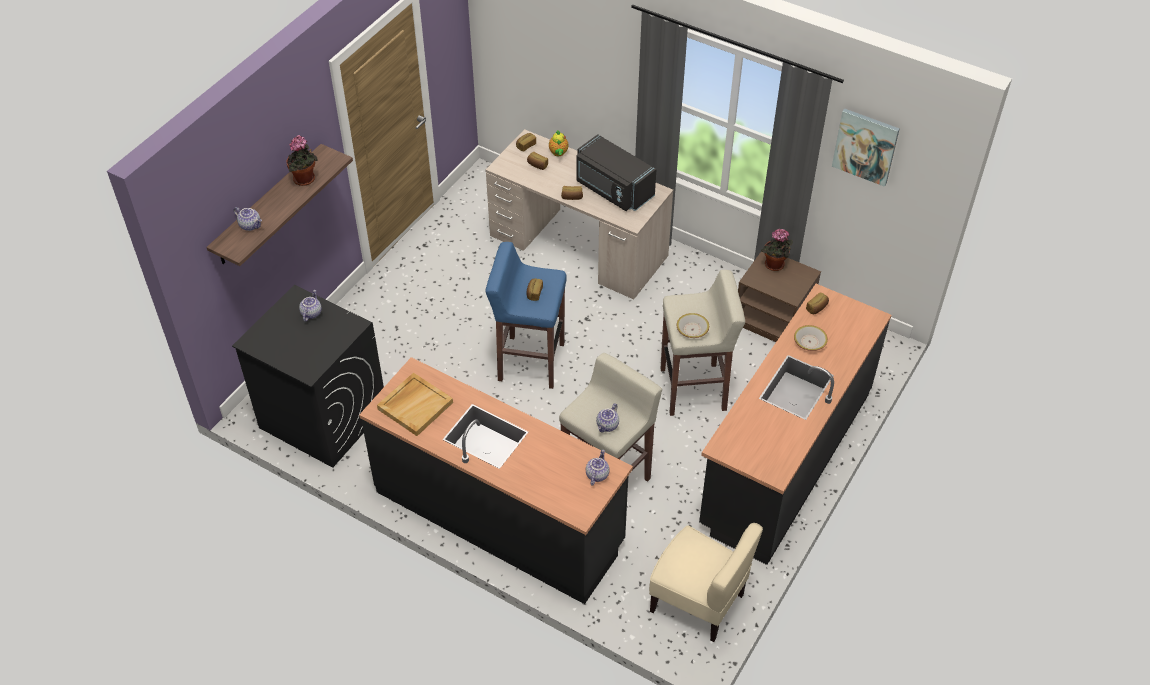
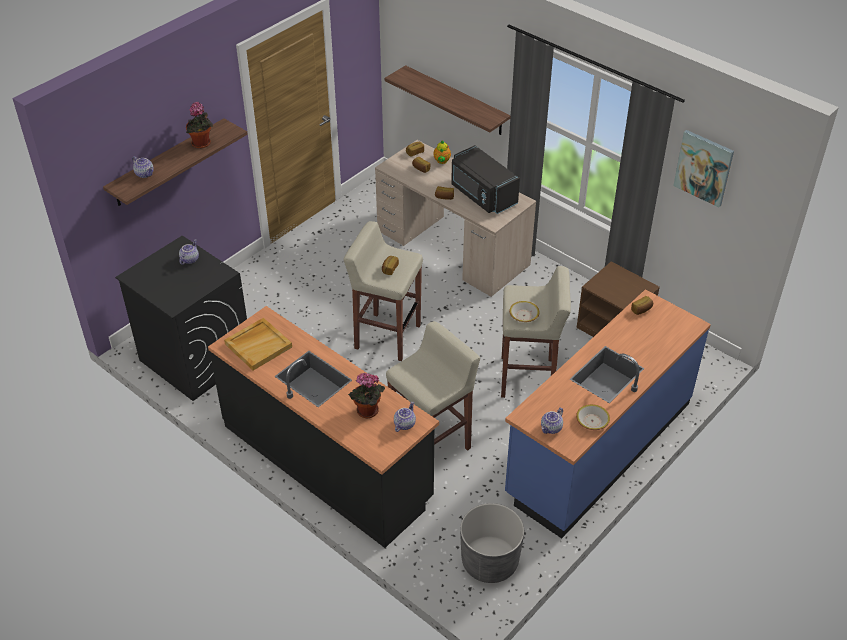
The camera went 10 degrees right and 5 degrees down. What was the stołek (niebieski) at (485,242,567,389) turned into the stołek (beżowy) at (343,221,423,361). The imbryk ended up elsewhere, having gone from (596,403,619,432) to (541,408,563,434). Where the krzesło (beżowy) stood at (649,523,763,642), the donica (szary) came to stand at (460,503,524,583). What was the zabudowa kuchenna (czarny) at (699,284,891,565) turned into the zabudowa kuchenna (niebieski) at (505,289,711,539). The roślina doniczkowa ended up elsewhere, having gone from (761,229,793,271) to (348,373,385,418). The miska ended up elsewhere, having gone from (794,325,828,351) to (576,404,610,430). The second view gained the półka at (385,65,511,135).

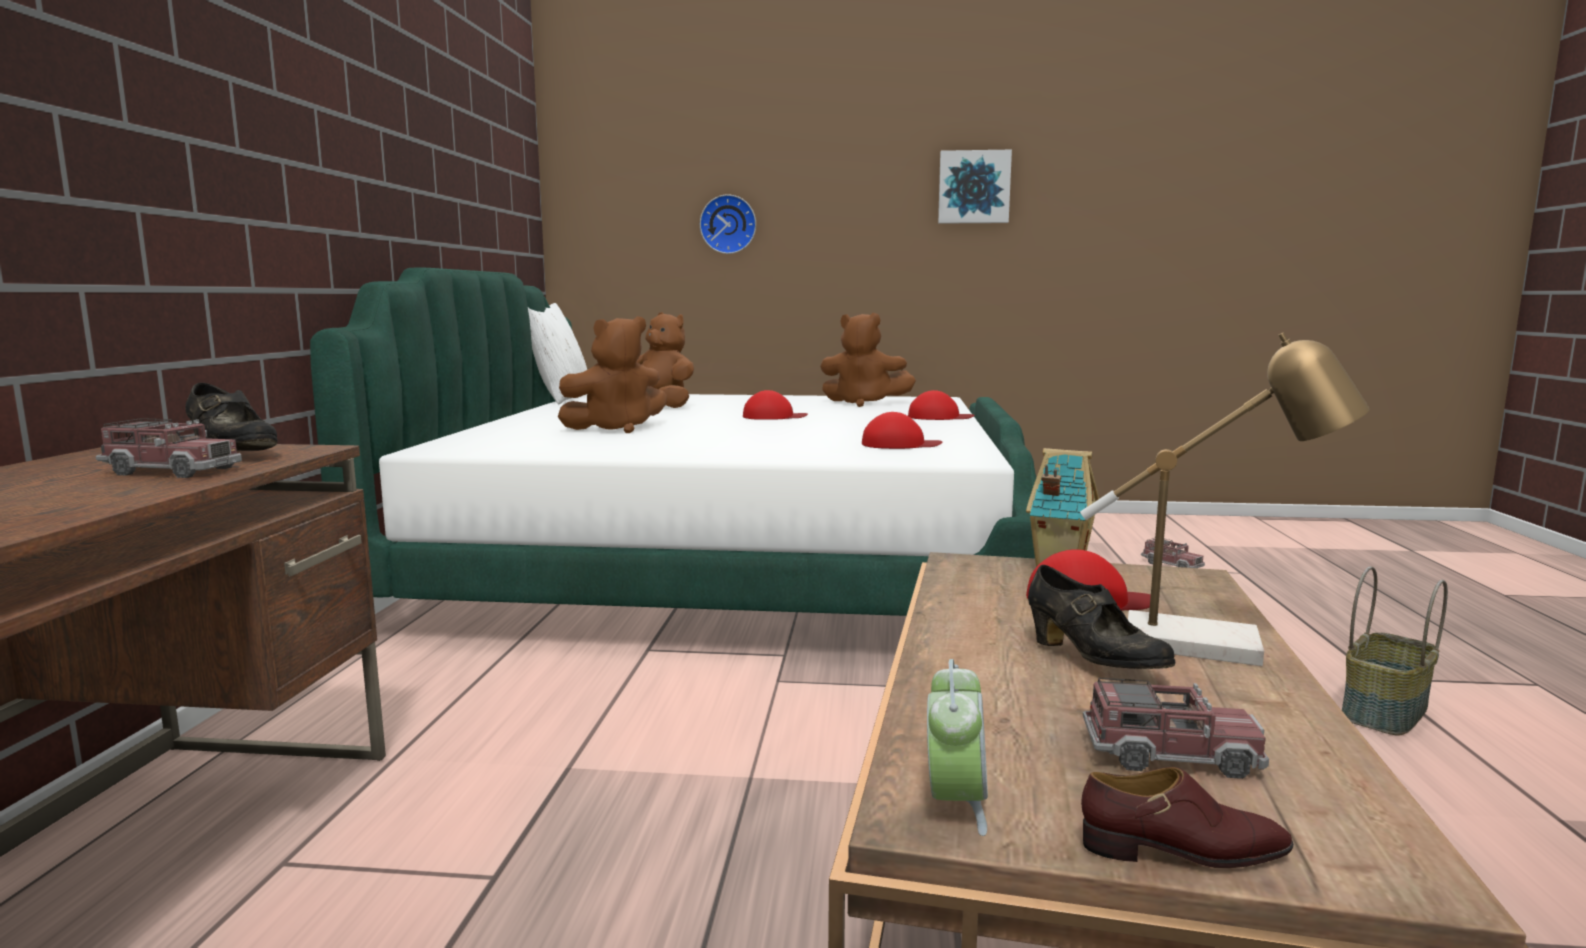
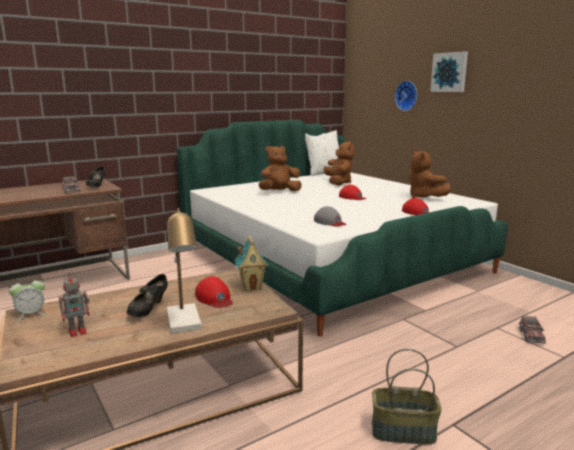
The camera went 50 degrees right and 5 degrees up. The pluszak (brązowy) at (558,316,667,433) ended up facing another way, 135 degrees clockwise from before. What was the czapka z daszkiem (czerwony) at (862,412,942,449) turned into the czapka z daszkiem (szary) at (314,206,346,227). The obraz ended up elsewhere, having gone from (938,150,1012,224) to (430,51,468,92). The second view lost the but (brązowy) at (1081,767,1294,869). Where the ciężarówka zabawkowa stood at (1083,678,1269,779), the robot zabawkowy came to stand at (59,273,90,337).

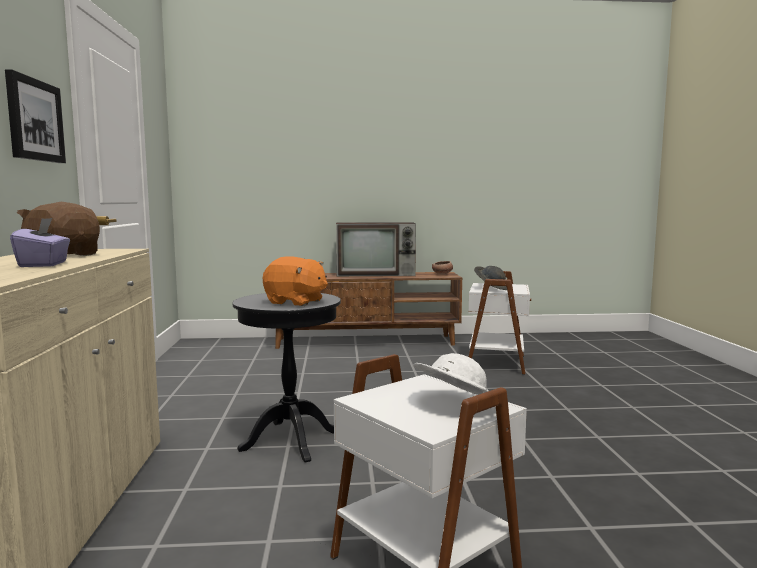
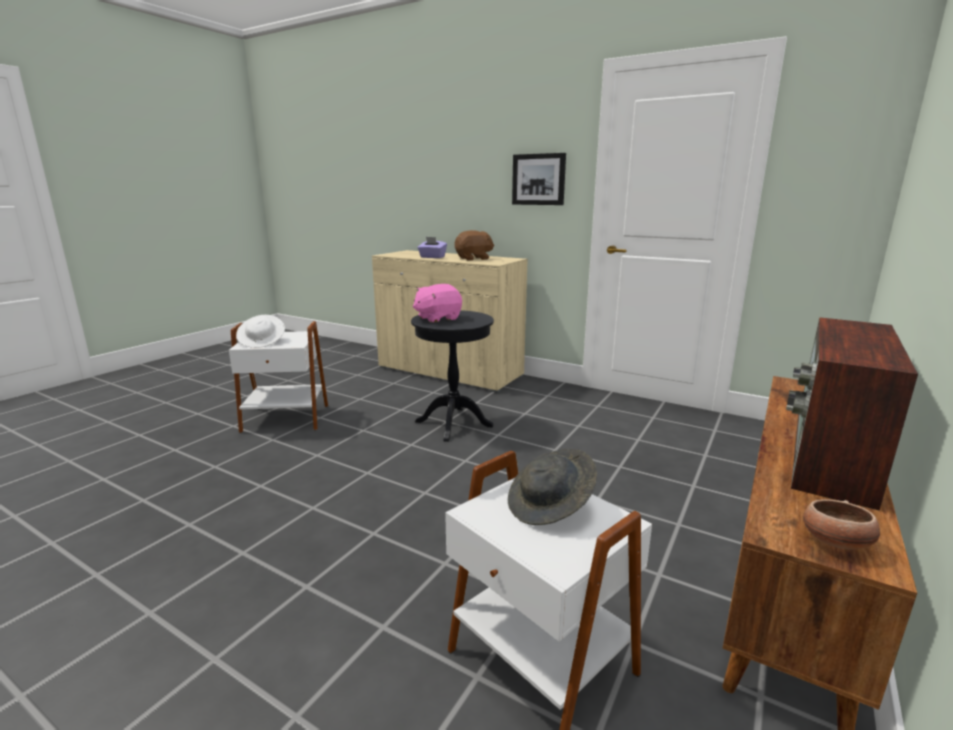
The camera went 125 degrees right and 10 degrees up. What was the pluszak (pomarańczowy) at (263,256,328,306) turned into the pluszak (różowy) at (413,284,462,323).

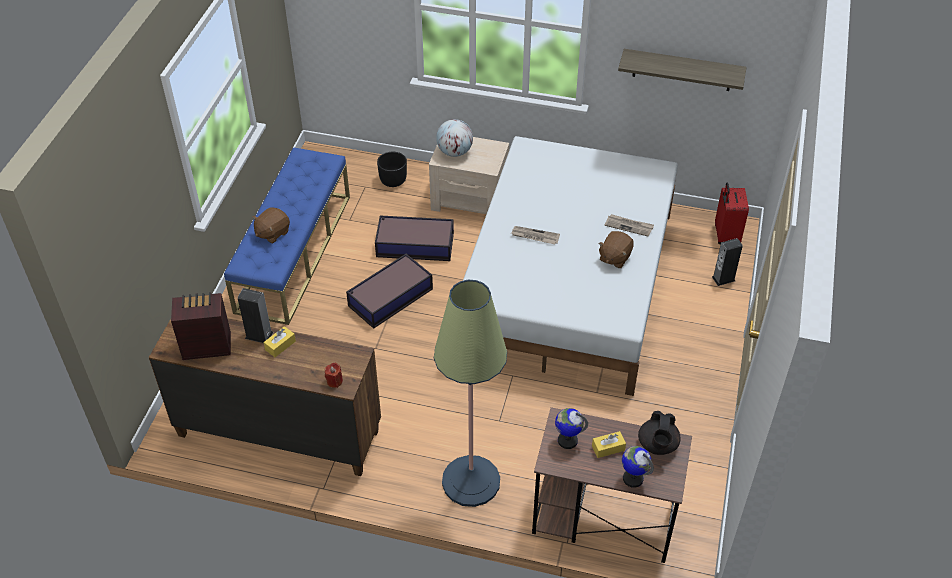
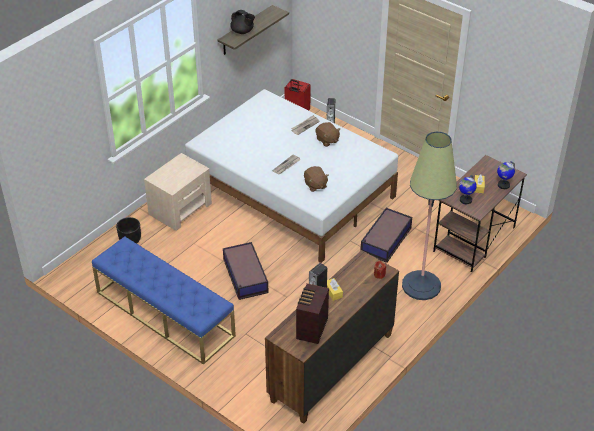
The camera went 65 degrees left and 5 degrees down. The pluszak (brązowy) ended up elsewhere, having gone from (252,207,290,243) to (304,166,329,192). The pojemnik do przechowywania ended up elsewhere, having gone from (375,215,454,261) to (360,208,412,263). The second view lost the globus at (436,119,473,157). The imbryk (czarny) ended up elsewhere, having gone from (638,411,680,455) to (230,10,255,34).

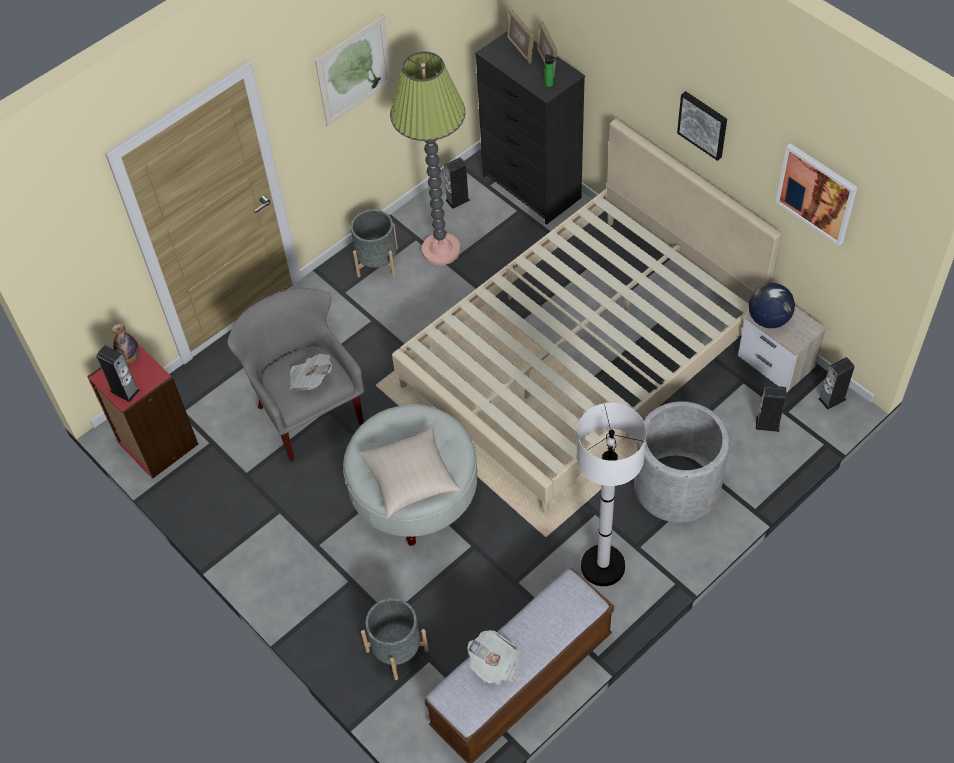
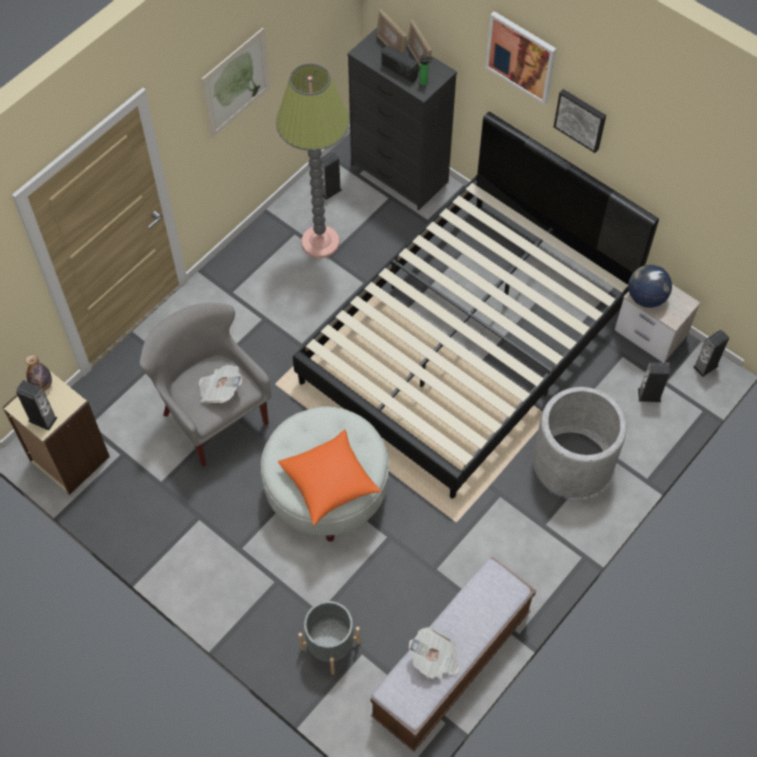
The camera went 10 degrees left and 5 degrees up. What was the regał (czerwony) at (87,343,198,479) turned into the regał (beżowy) at (2,370,110,495). The second view lost the donica (szary) at (351,209,398,278). What was the poduszka (beżowy) at (359,426,462,519) turned into the poduszka (pomarańczowy) at (278,429,381,525). What was the łóżko (beżowy) at (392,119,782,513) turned into the łóżko (czarny) at (293,112,659,498). The second view lost the lampa stojąca (biały) at (576,403,646,586). The obraz ended up elsewhere, having gone from (775,143,857,246) to (485,11,556,105). The second view gained the radio at (382,45,418,83).

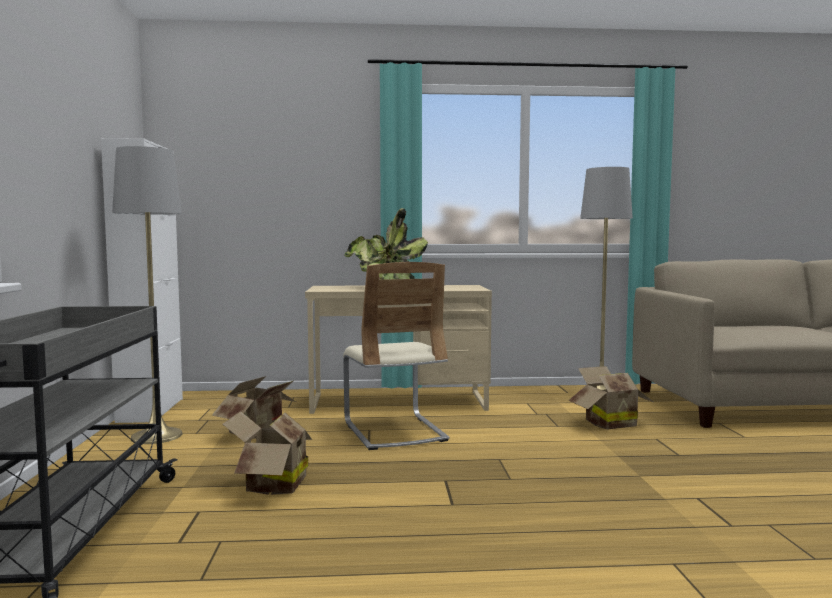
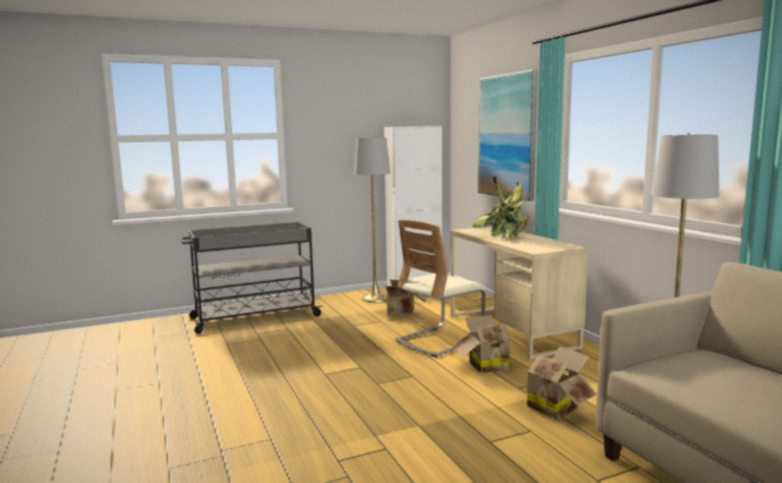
The camera went 70 degrees right and 5 degrees up. The karton ended up elsewhere, having gone from (223,411,312,495) to (453,315,524,373). The second view gained the obraz at (478,69,537,201).

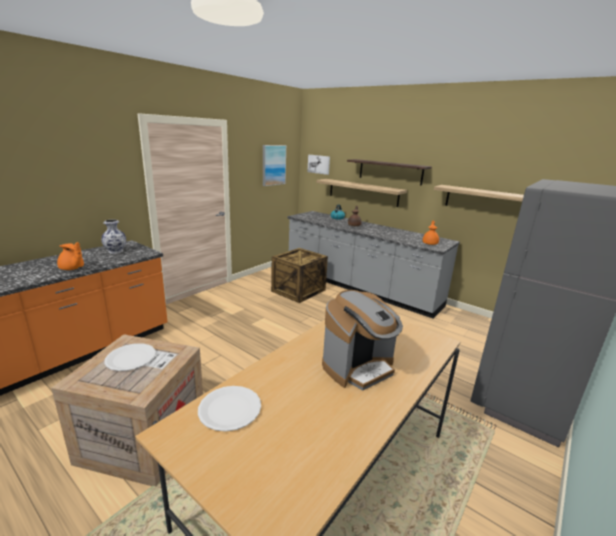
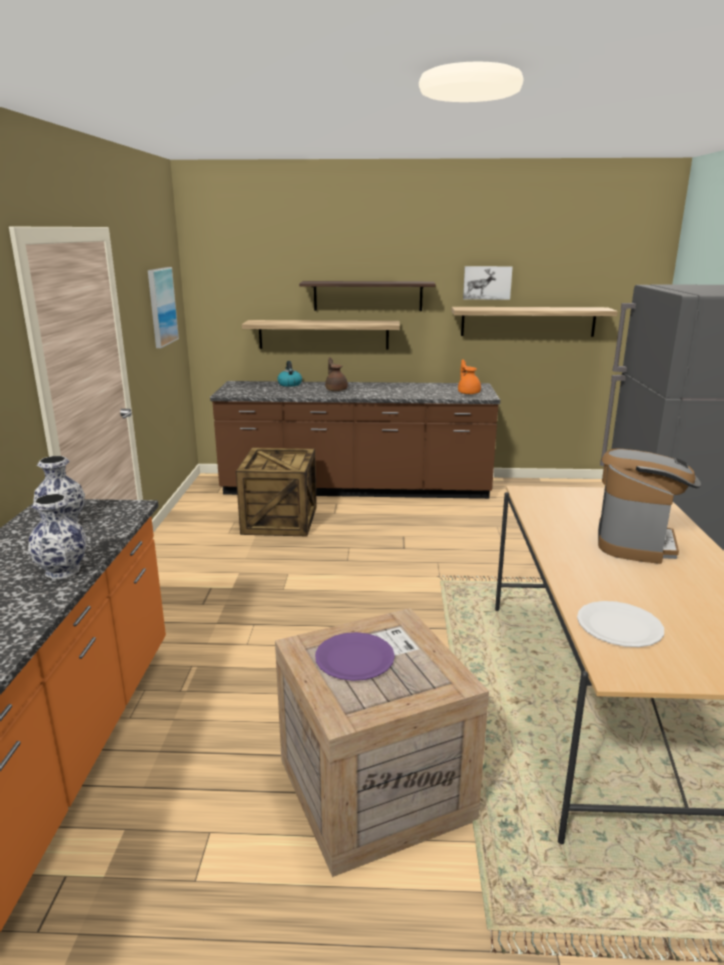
The camera went 35 degrees left and 0 degrees up. Where the imbryk (pomarańczowy) stood at (57,242,84,270), the wazon came to stand at (28,494,87,579). What was the talerz (biały) at (104,343,155,371) turned into the talerz (fioletowy) at (315,632,395,681). What was the zabudowa kuchenna (szary) at (287,211,460,319) turned into the zabudowa kuchenna (brązowy) at (210,381,500,499). The obraz ended up elsewhere, having gone from (307,155,330,175) to (463,266,513,300).

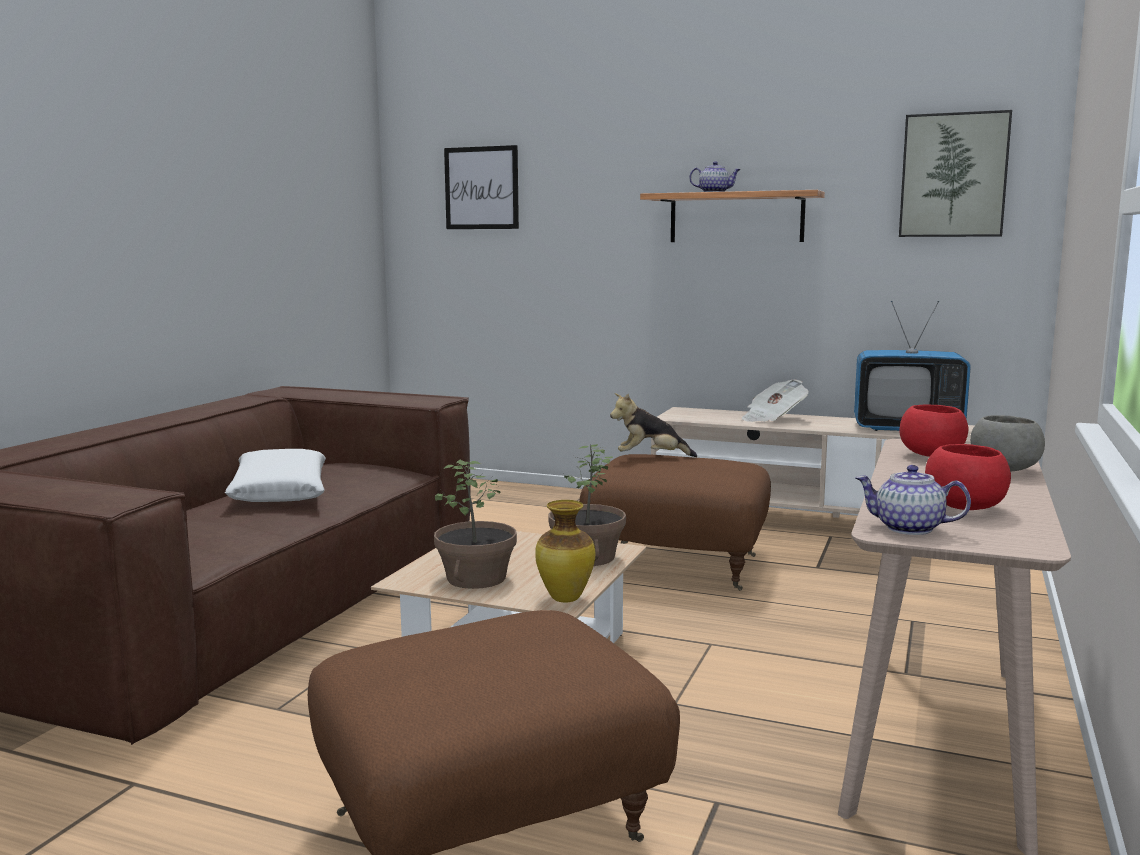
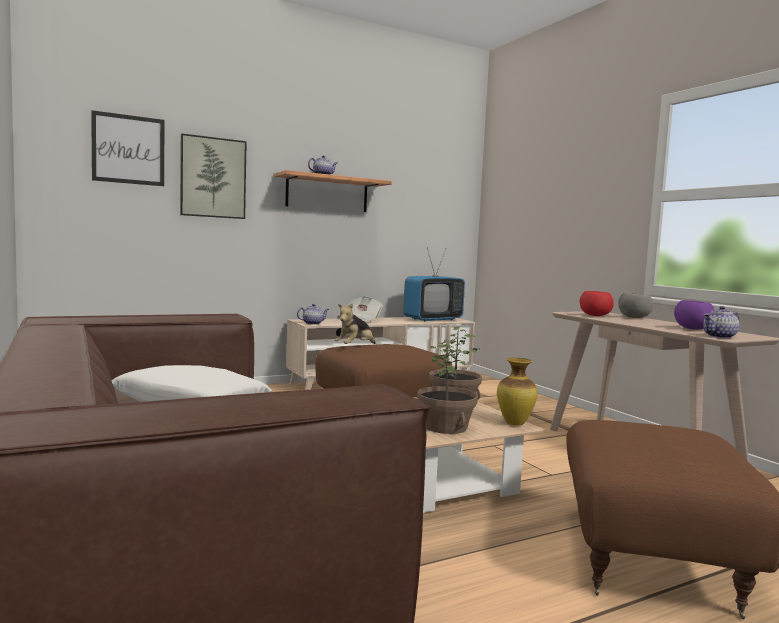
The camera went 50 degrees left and 5 degrees down. The obraz ended up elsewhere, having gone from (899,110,1012,237) to (180,133,247,219). What was the miska (czerwony) at (925,444,1011,510) turned into the miska (fioletowy) at (674,300,714,330). The second view gained the imbryk at (297,304,329,325).

